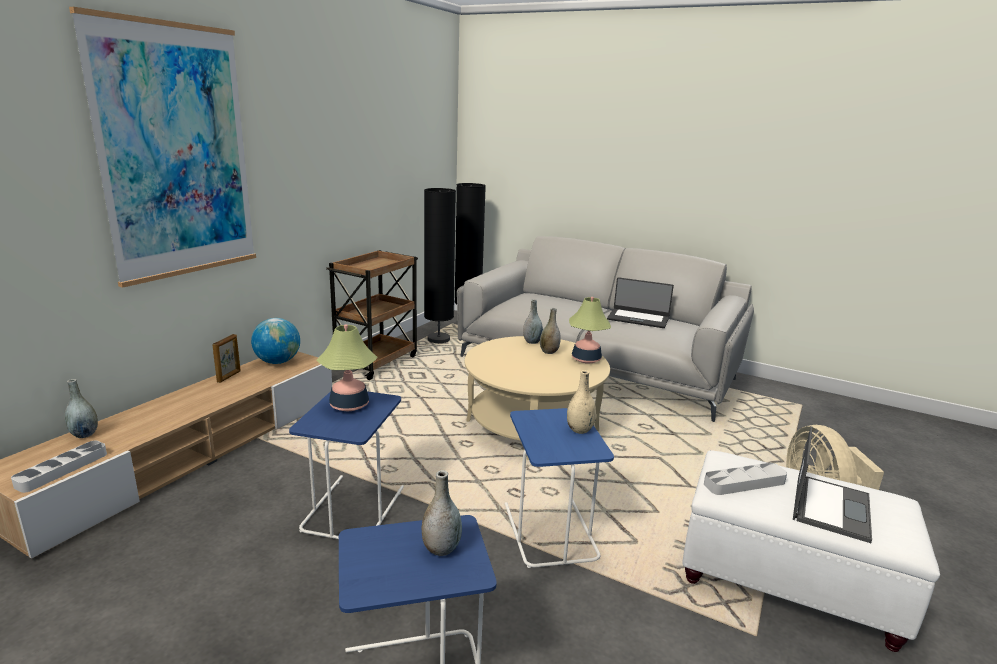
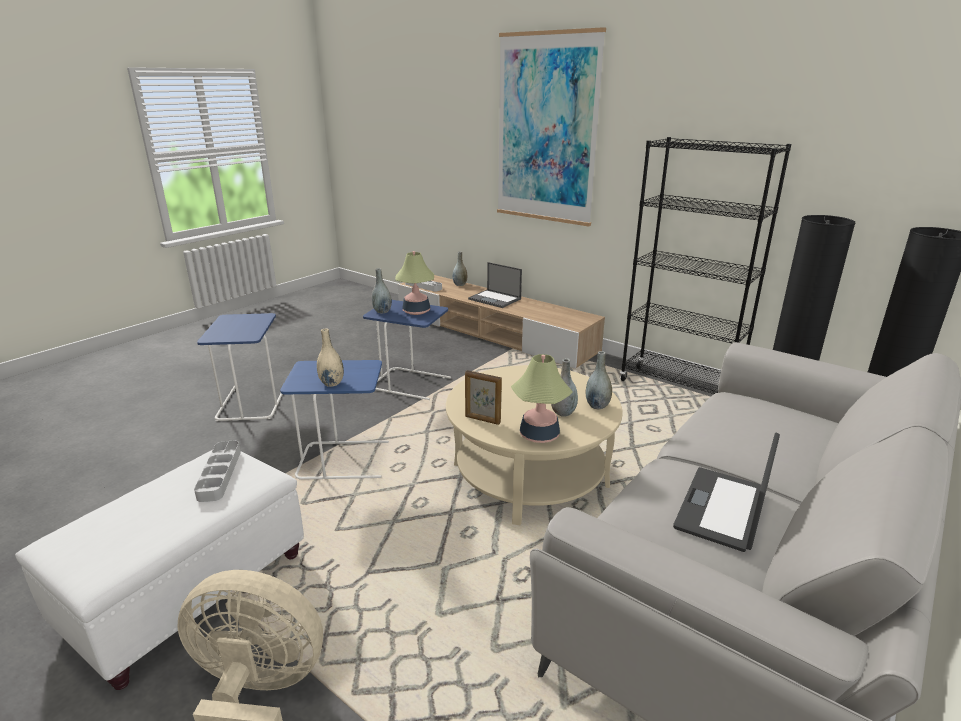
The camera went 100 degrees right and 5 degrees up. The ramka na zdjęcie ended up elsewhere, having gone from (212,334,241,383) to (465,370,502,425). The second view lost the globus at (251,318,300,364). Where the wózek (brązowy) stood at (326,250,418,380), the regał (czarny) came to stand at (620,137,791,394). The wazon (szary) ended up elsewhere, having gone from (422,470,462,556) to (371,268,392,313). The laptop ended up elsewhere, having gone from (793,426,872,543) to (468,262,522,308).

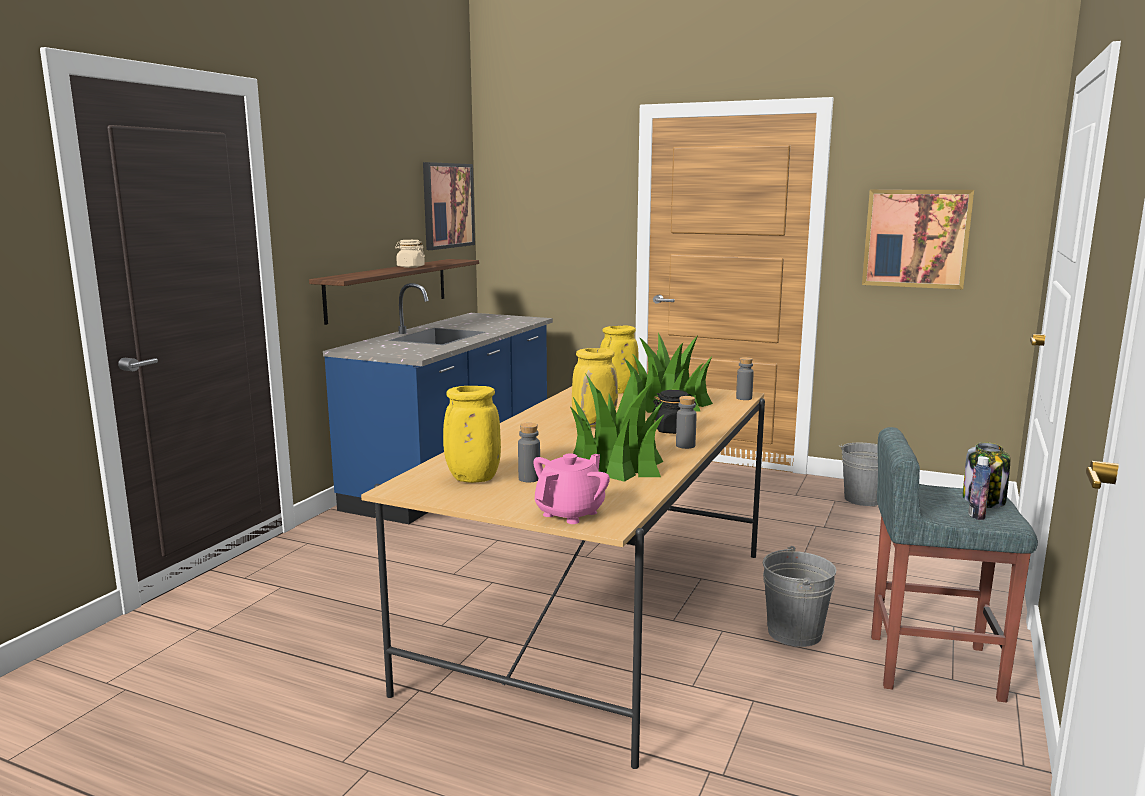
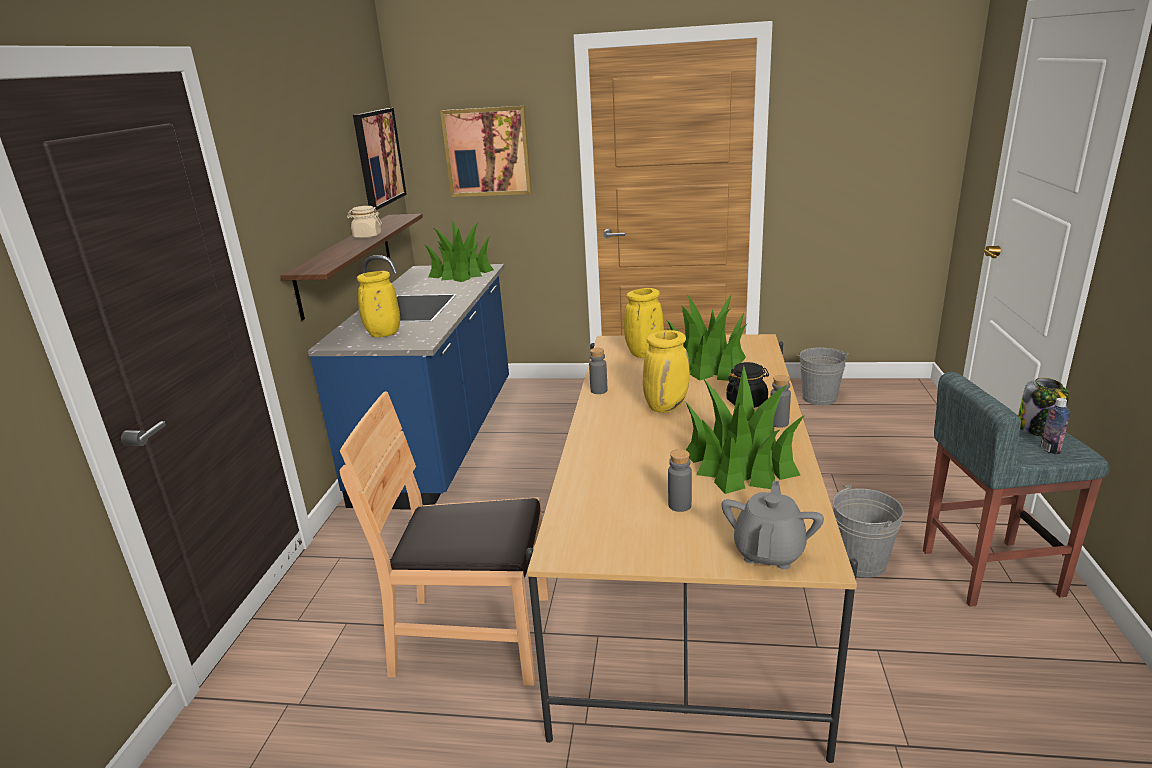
The camera went 15 degrees left and 10 degrees up. The wazon (żółty) ended up elsewhere, having gone from (443,386,501,483) to (357,271,400,337). What was the imbryk (różowy) at (533,453,610,524) turned into the imbryk (szary) at (721,481,824,569). The butelka (szary) ended up elsewhere, having gone from (736,357,754,400) to (589,348,607,394). The obraz ended up elsewhere, having gone from (862,190,974,289) to (440,106,532,197). The second view gained the krzesło (brązowy) at (339,391,549,686). The second view gained the roślina doniczkowa at (424,220,494,282).

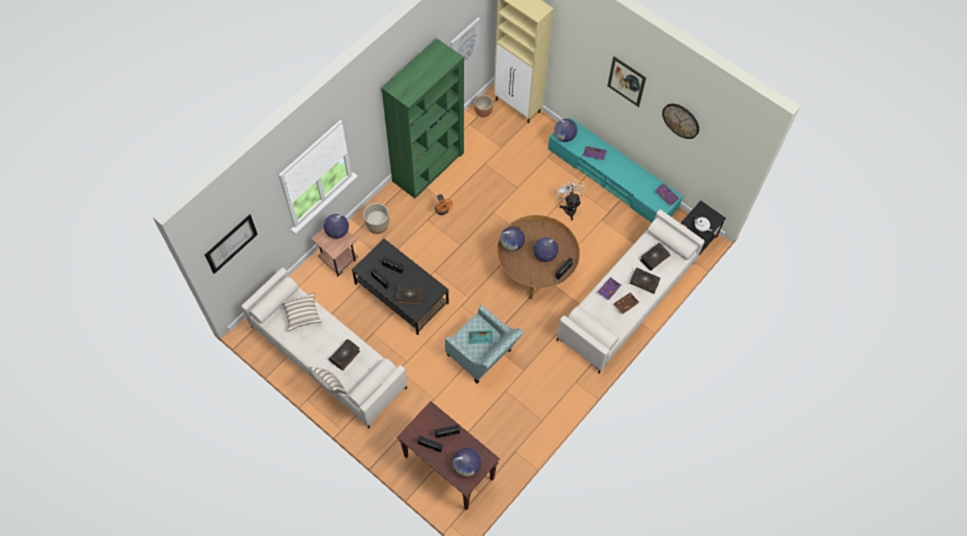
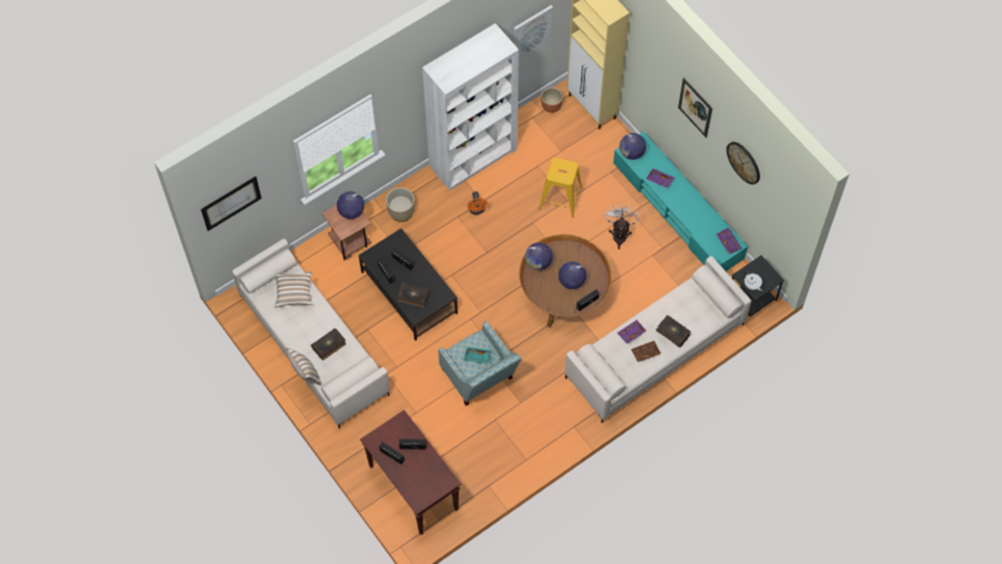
The camera went 15 degrees right and 0 degrees up. What was the regał (zielony) at (382,39,464,199) turned into the regał (biały) at (422,23,519,191). The second view lost the globus at (453,448,481,477). The second view lost the książka at (640,243,670,271). The second view gained the stołek (żółty) at (539,157,582,217).

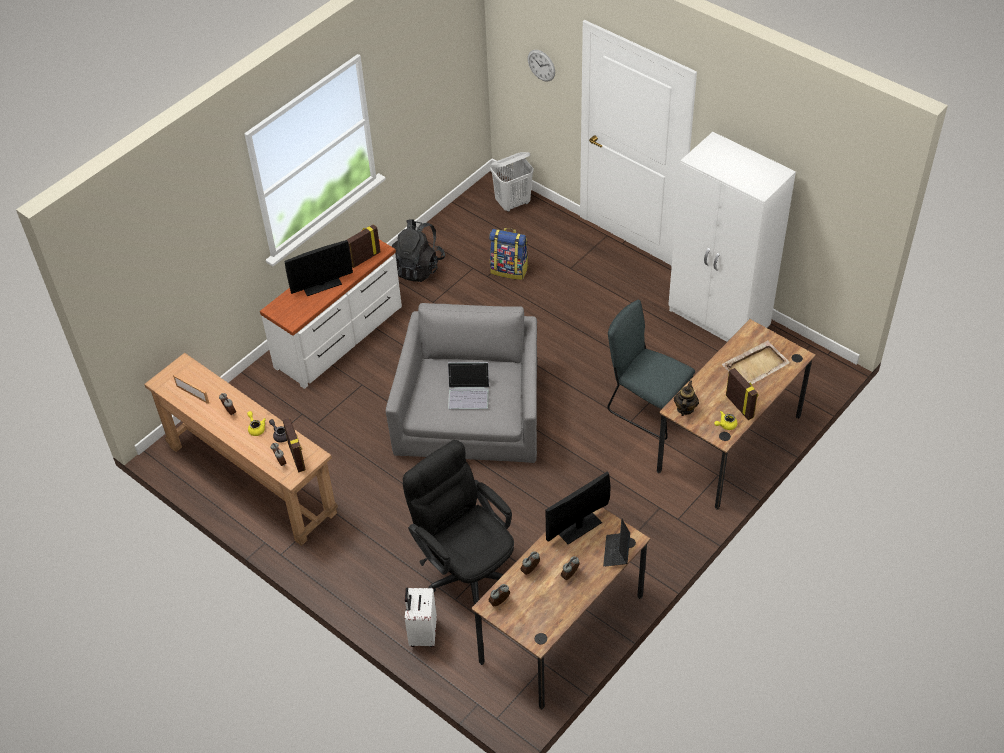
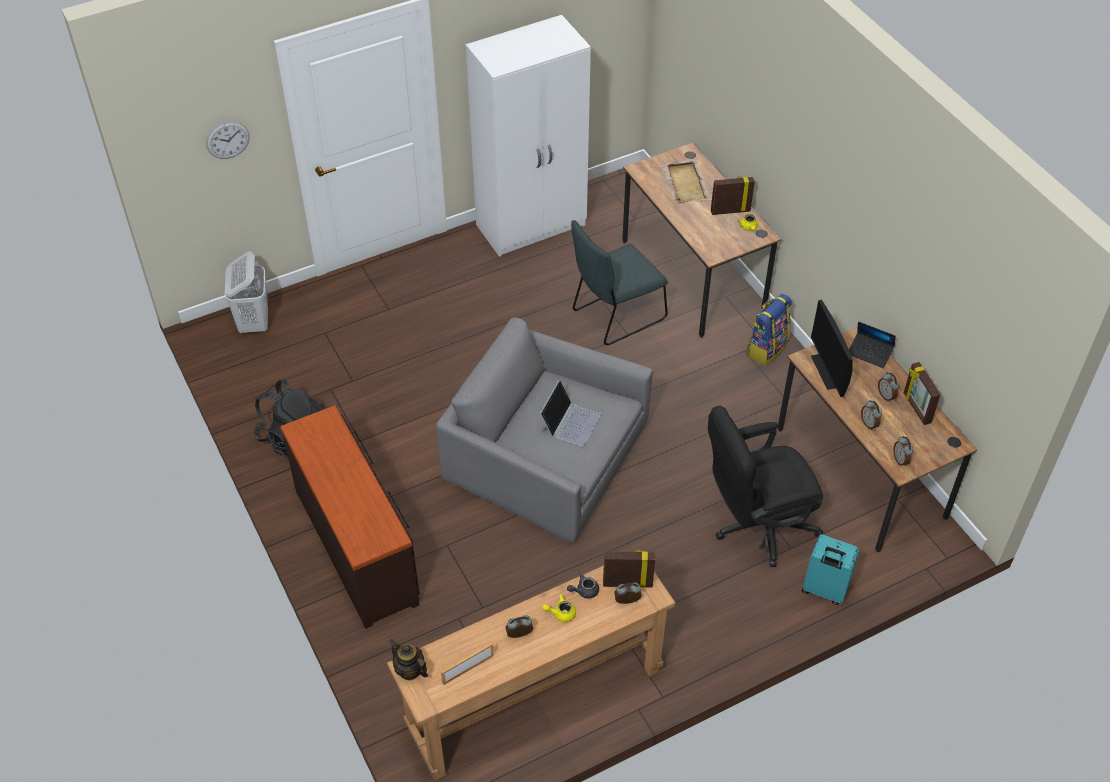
The camera went 70 degrees left and 0 degrees up. What was the komoda (biały) at (260,239,402,389) turned into the komoda (brązowy) at (280,405,420,629). The second view lost the monitor at (285,240,353,296). The ramka na zdjęcie ended up elsewhere, having gone from (347,224,380,268) to (904,362,941,425). What was the walizka (biały) at (405,588,437,647) turned into the walizka (turkusowy) at (802,534,860,605). The plecak ended up elsewhere, having gone from (489,228,528,280) to (747,294,792,366). The imbryk ended up elsewhere, having gone from (674,380,699,416) to (389,639,428,680).

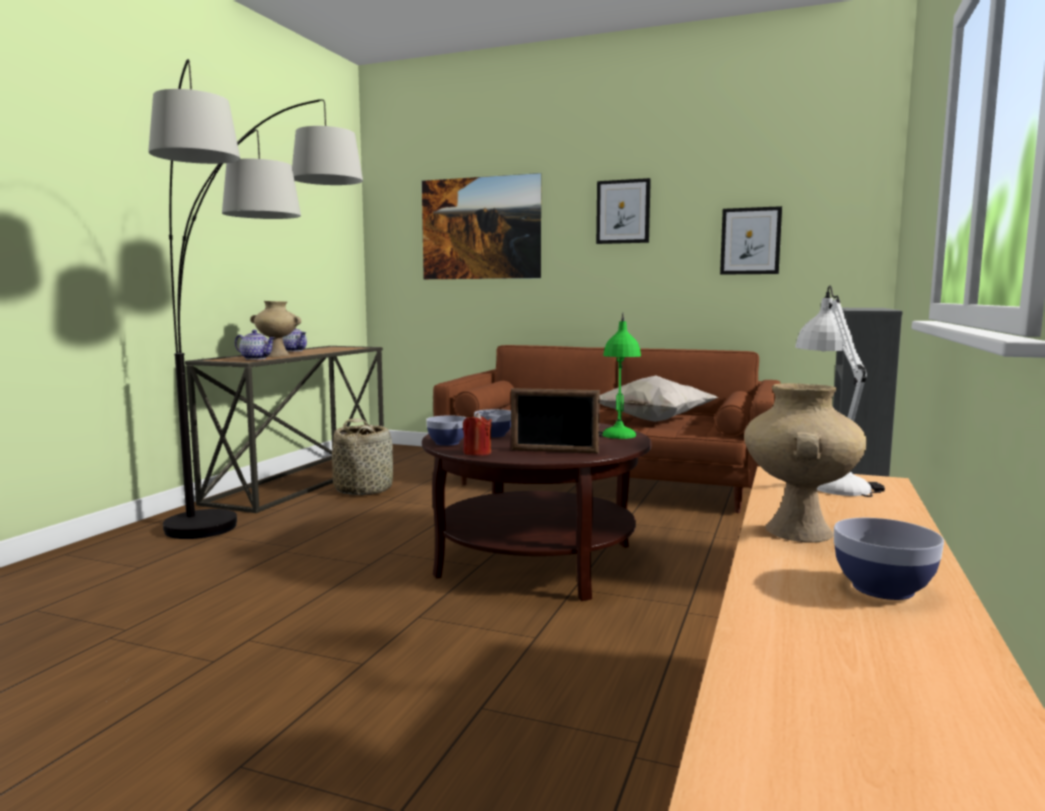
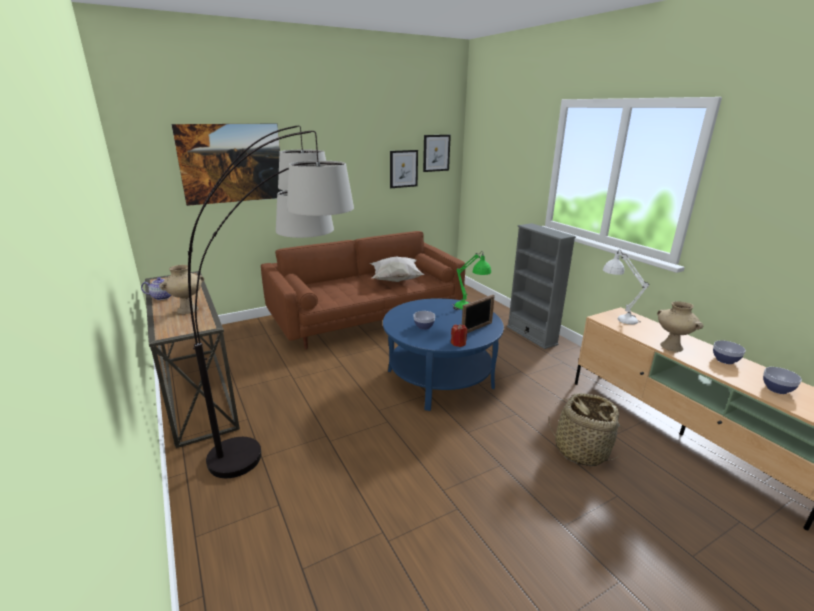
The camera went 50 degrees left and 15 degrees up. The second view lost the imbryk at (235,330,275,360). The koszyk ended up elsewhere, having gone from (332,418,393,495) to (549,393,622,466). What was the ława (brązowy) at (422,423,651,601) turned into the ława (niebieski) at (383,298,504,411). The miska ended up elsewhere, having gone from (426,416,467,446) to (763,367,802,394). The obraz ended up elsewhere, having gone from (596,178,651,244) to (423,135,451,172).

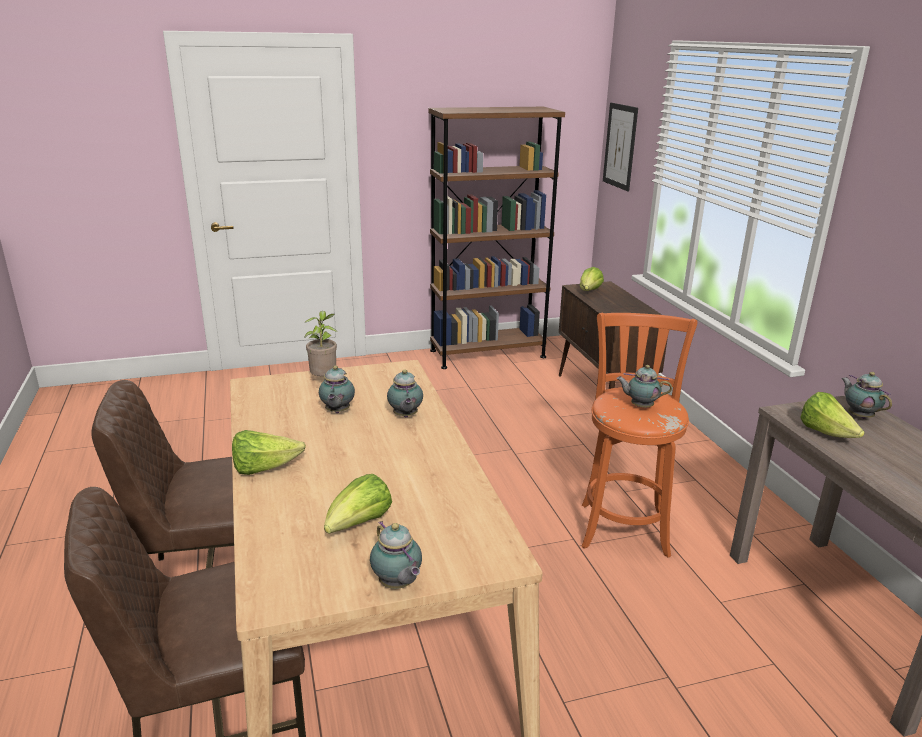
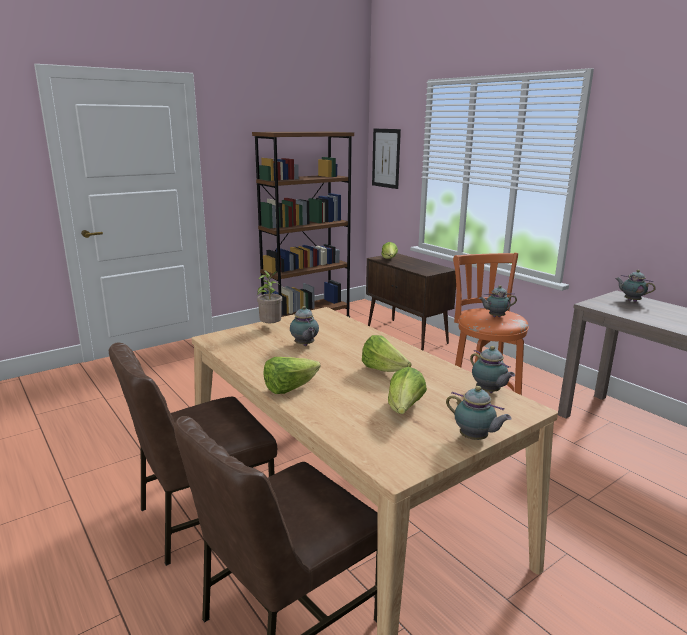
The camera went 20 degrees left and 5 degrees down. The imbryk ended up elsewhere, having gone from (387,369,423,417) to (470,346,515,393). The sałata ended up elsewhere, having gone from (800,392,865,438) to (362,335,412,372).

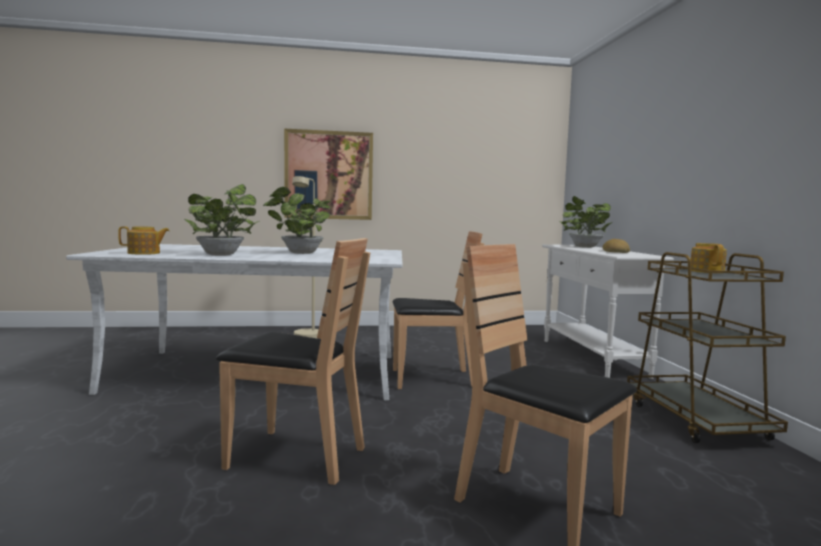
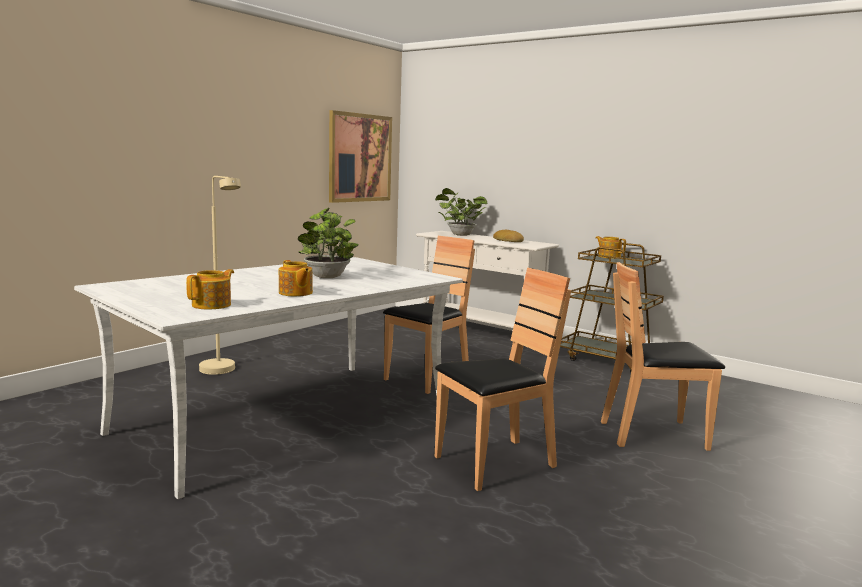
The camera went 45 degrees left and 5 degrees up. Where the roślina doniczkowa stood at (185,184,259,256), the imbryk came to stand at (279,260,313,296). The obraz ended up elsewhere, having gone from (284,129,373,220) to (329,110,392,203).

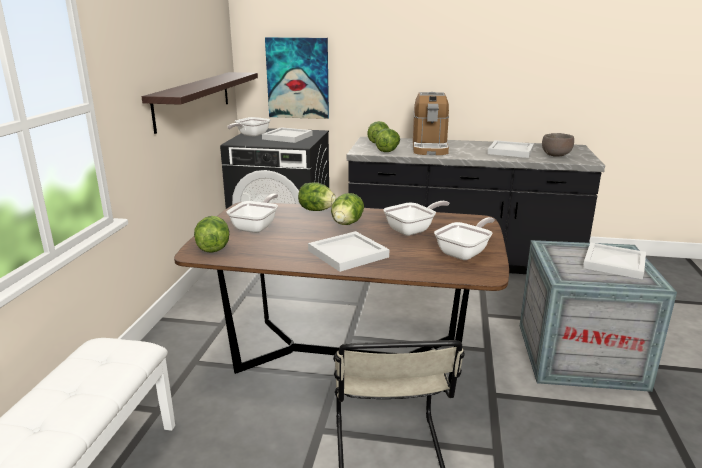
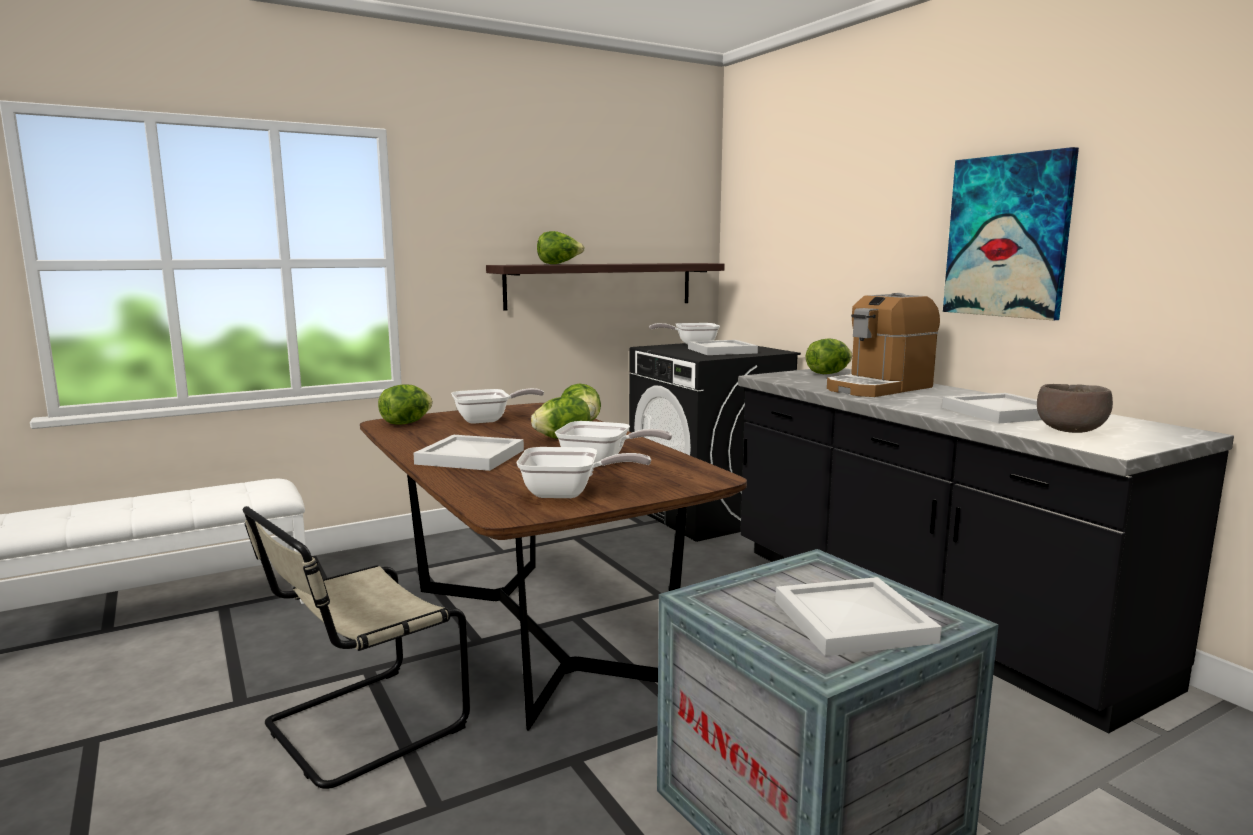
The camera went 50 degrees right and 10 degrees down. The obraz ended up elsewhere, having gone from (265,37,329,119) to (943,147,1079,320). The sałata ended up elsewhere, having gone from (375,128,400,152) to (537,231,585,264).

